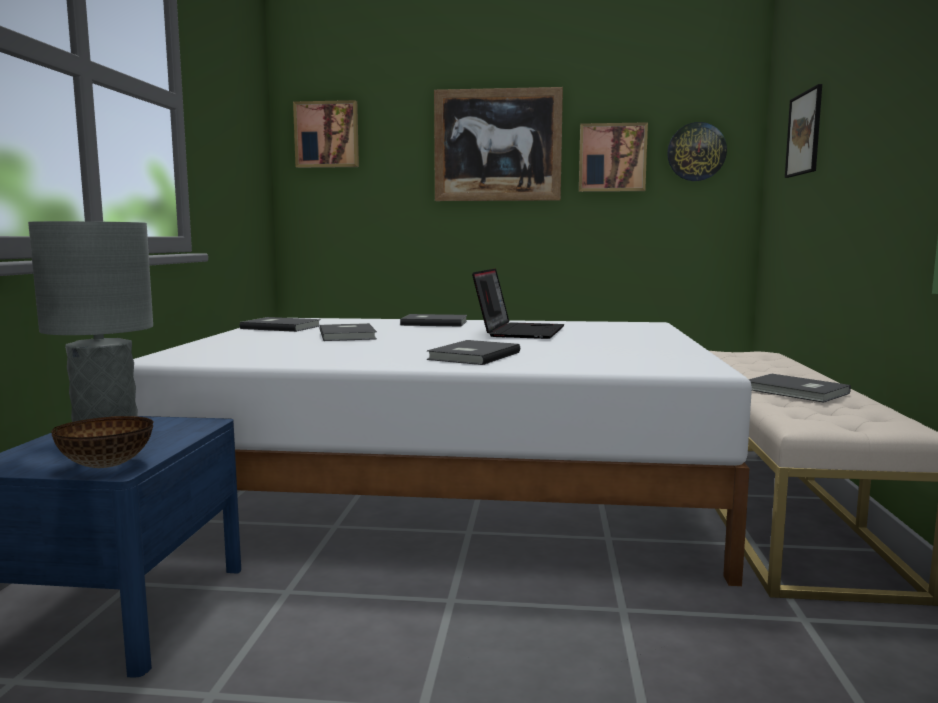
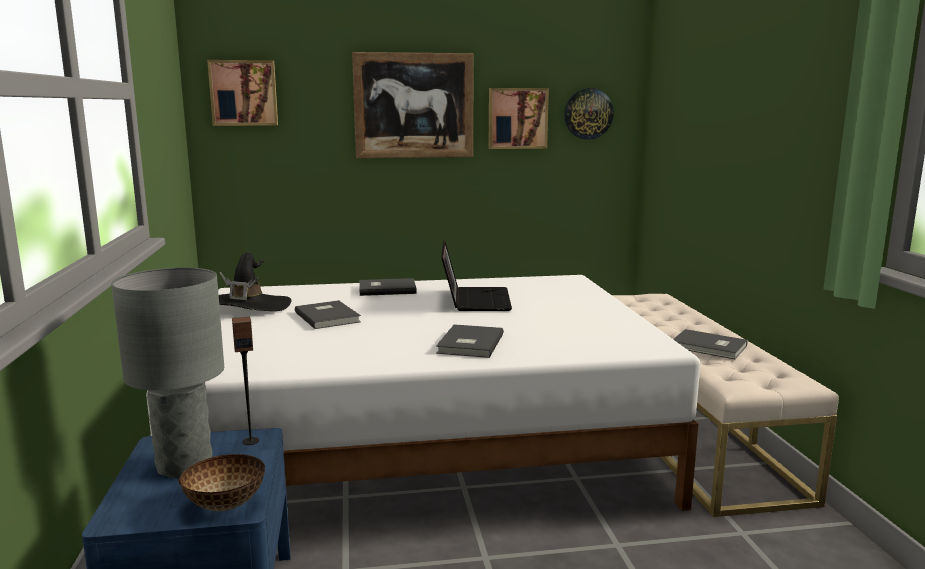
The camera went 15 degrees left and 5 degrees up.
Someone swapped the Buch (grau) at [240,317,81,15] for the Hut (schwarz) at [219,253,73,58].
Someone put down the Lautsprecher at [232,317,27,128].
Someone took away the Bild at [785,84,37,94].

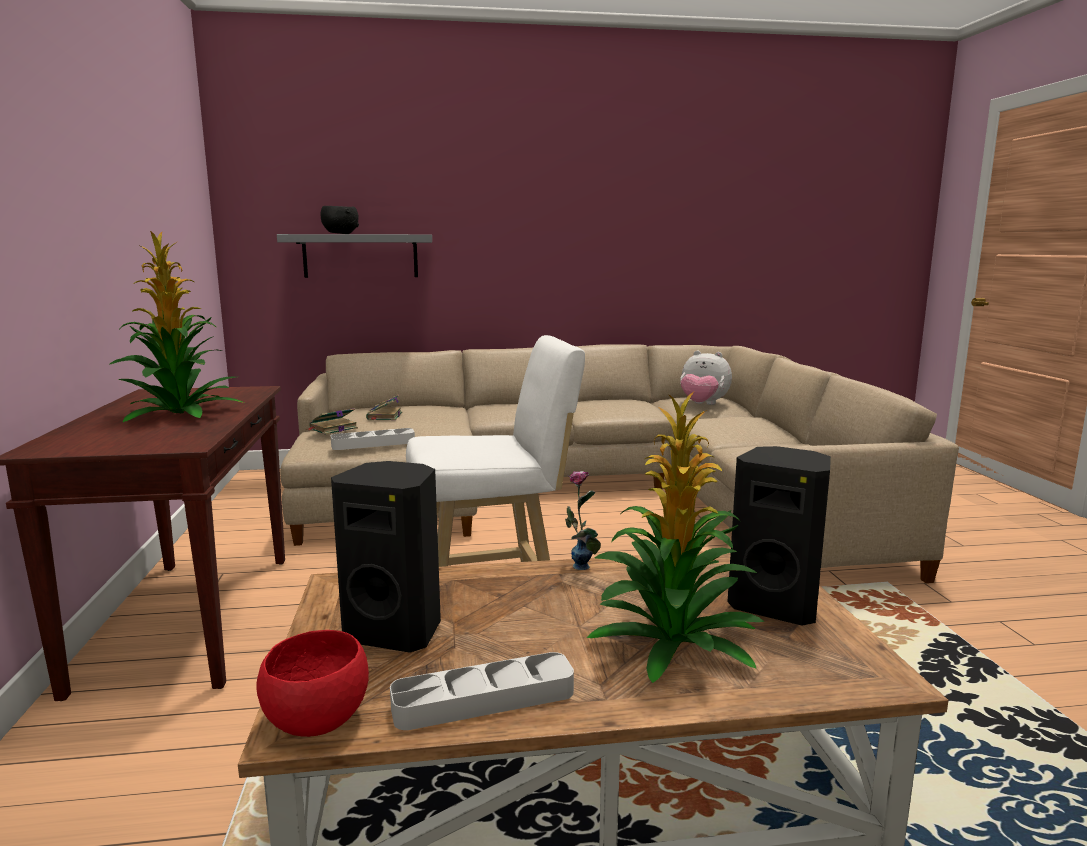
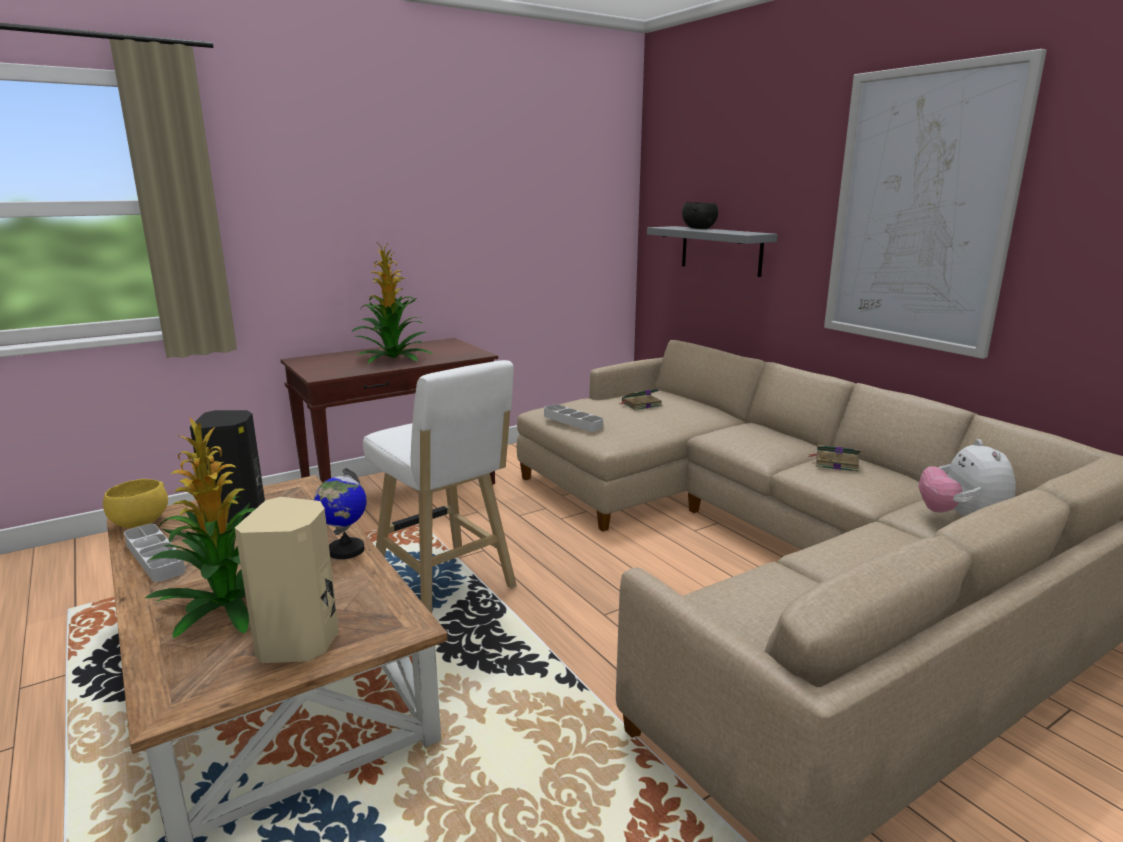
The camera went 65 degrees right and 5 degrees up.
Someone repainted the Schüssel (rot) at [256,630,113,107], which became the Schüssel (gelb) at [103,479,65,49].
Someone repainted the Lautsprecher (schwarz) at [727,446,104,180], which became the Lautsprecher (beige) at [235,497,104,166].
Someone swapped the Vase at [565,471,36,99] for the Globus at [314,468,53,91].
Someone carried the Buch from [306,408,52,27] to [808,445,53,27].
Someone put up the Bild at [824,49,223,310].

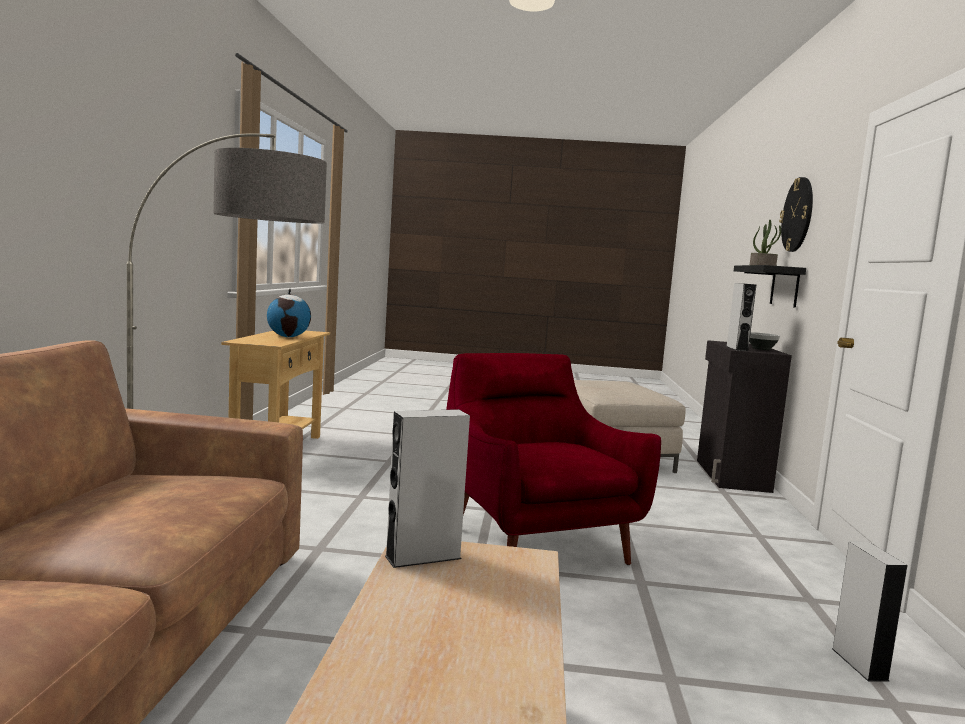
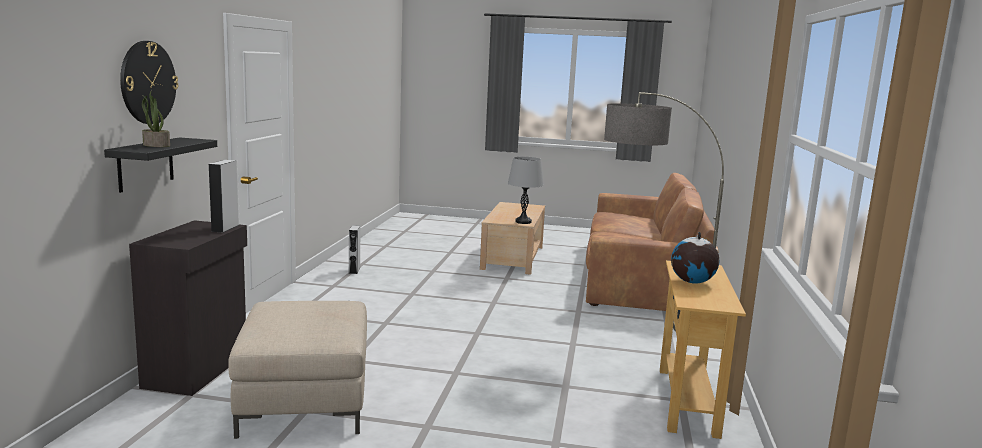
The camera went 175 degrees left and 5 degrees up.
Someone swapped the Lautsprecher (grau) at [385,409,85,159] for the Tischlampe (grau) at [508,157,36,67].
Someone took away the Sessel (rot) at [446,353,215,212].
Someone took away the Schüssel at [750,332,30,18].

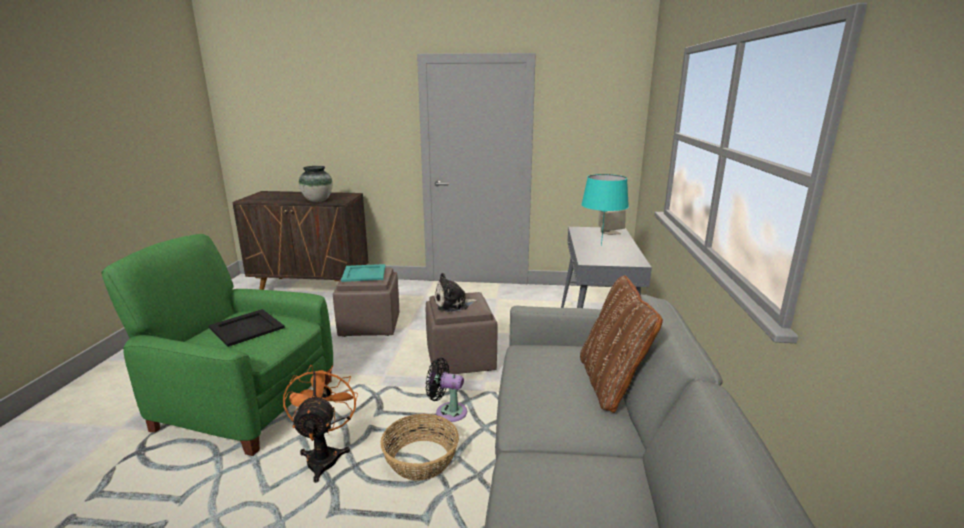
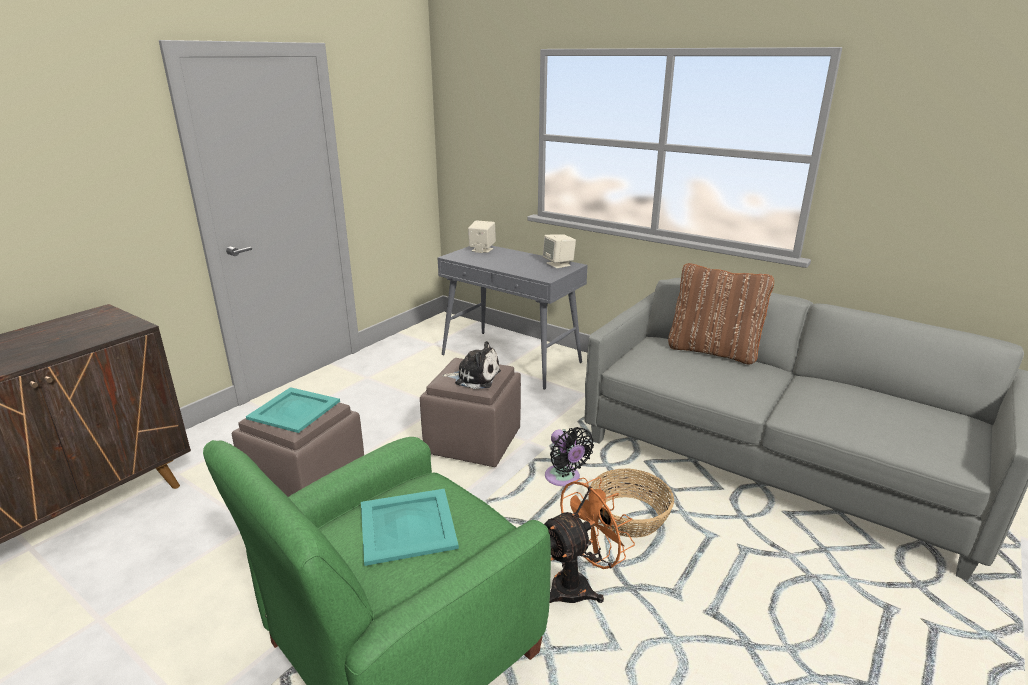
The camera went 60 degrees left and 5 degrees up.
Someone repainted the Tablett (schwarz) at [208,309,77,38], which became the Tablett (türkis) at [361,489,98,77].
Someone rotated the Plüschtier at [434,273,44,39] by 90 degrees counterclockwise.
Someone put down the Lautsprecher (beige) at [543,234,33,34].
Someone rotated the Ventilator (orange) at [283,365,75,118] by 120 degrees clockwise.
Someone rotated the Ventilator (schwarz) at [426,358,41,64] by 75 degrees counterclockwise.
Someone took away the Vase at [299,166,34,36].
Someone took away the Tischlampe (türkis) at [581,174,48,72].

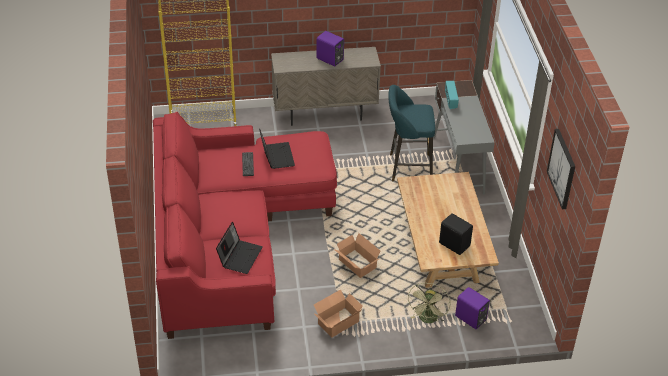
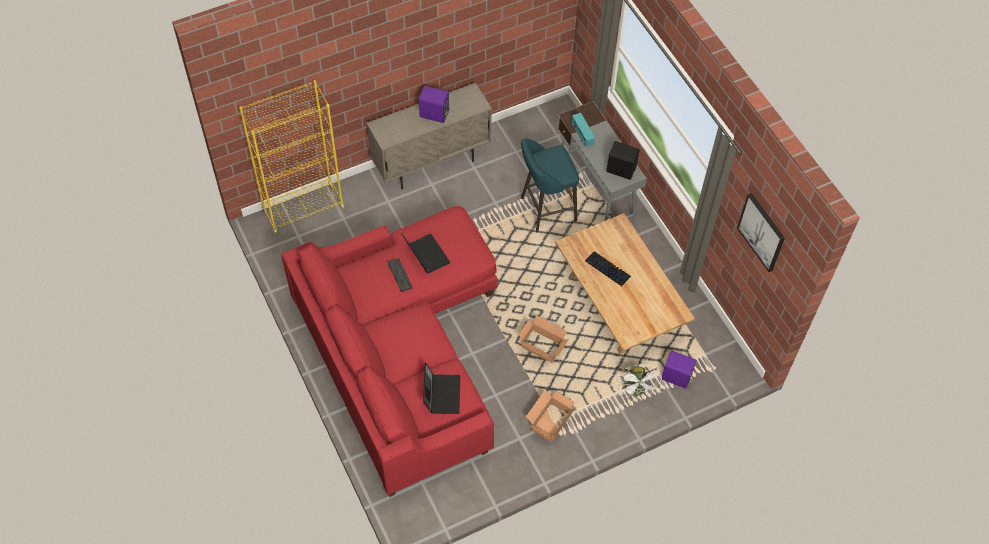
The camera went 20 degrees left and 15 degrees up.
Someone put down the Tastatur at [585,251,46,35].
Someone carried the Lautsprecher (schwarz) from [439,213,34,42] to [606,141,34,39].
Someone repainted the Ventilator (grün) at [407,283,44,40], which became the Ventilator (weiß) at [617,364,45,34].

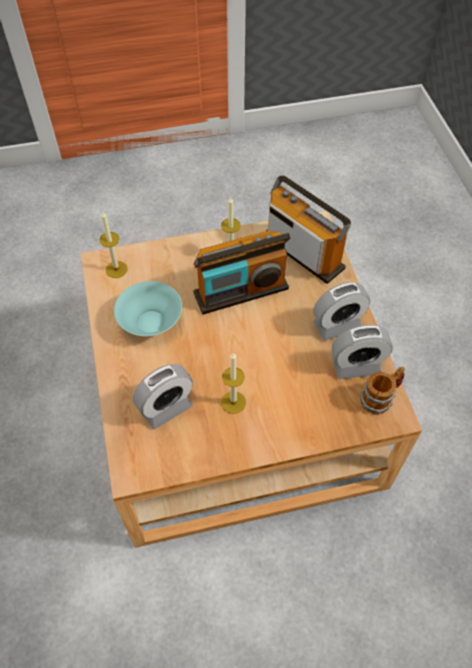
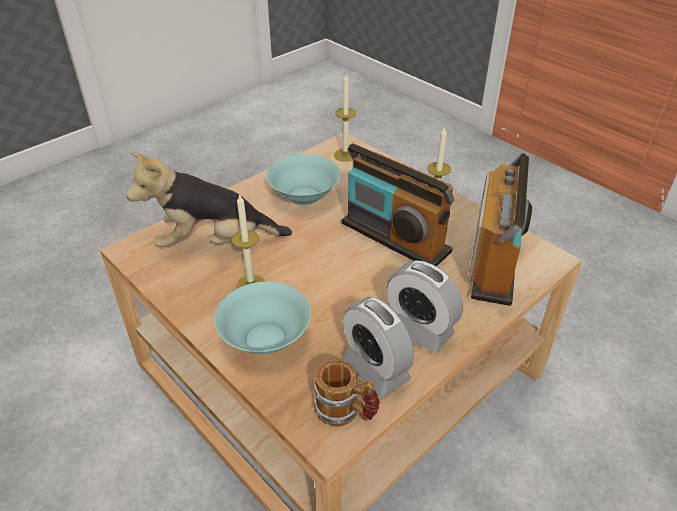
The camera went 60 degrees right and 15 degrees down.
Someone swapped the Wecker at [133,364,60,65] for the Plüschtier at [126,152,166,95].
Someone put down the Schüssel (türkis) at [214,282,97,72].

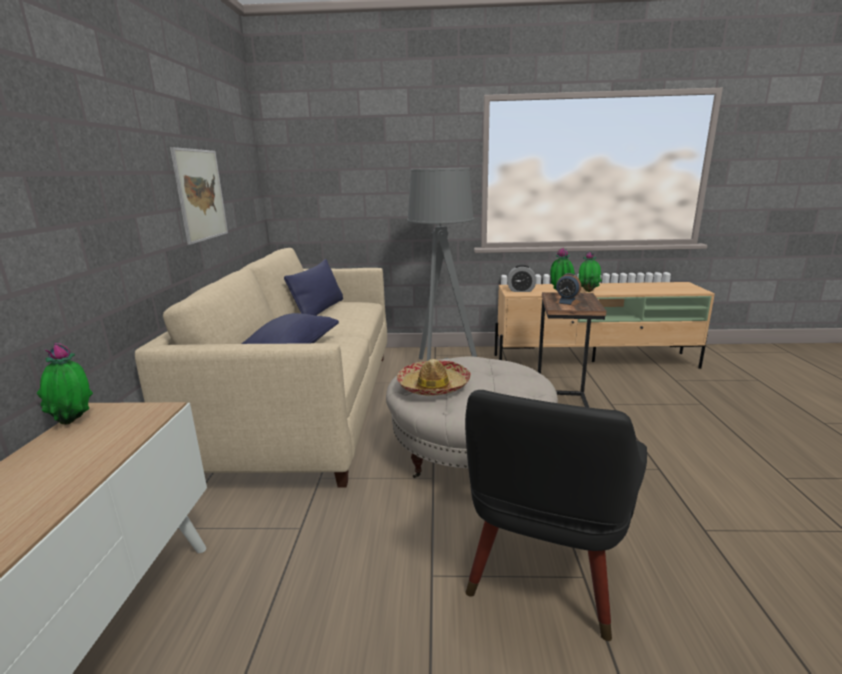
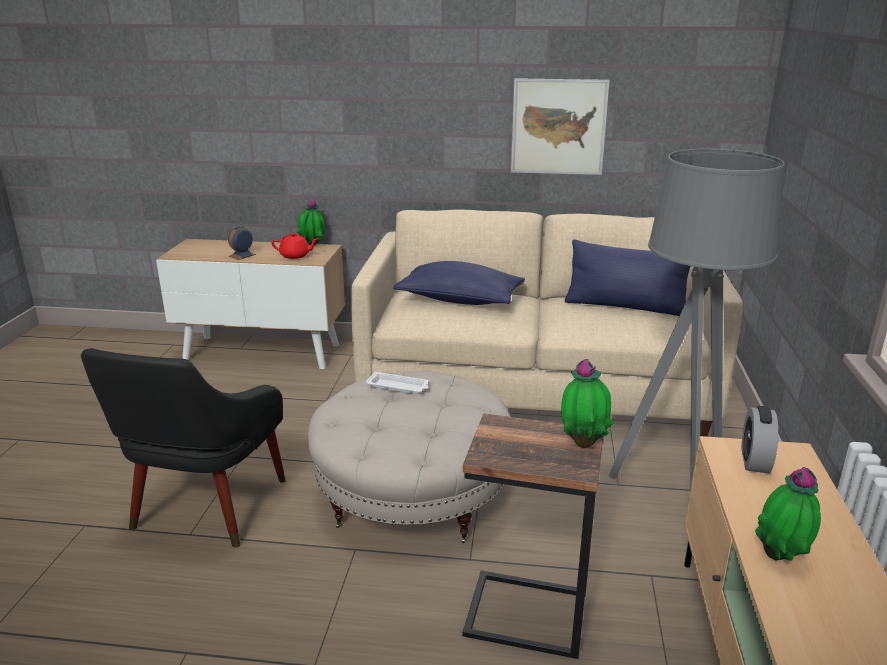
The camera went 95 degrees right and 5 degrees up.
Someone rotated the Sessel (schwarz) at [465,390,182,251] by 105 degrees counterclockwise.
Someone carried the Wecker from [555,273,26,33] to [228,226,28,34].
Someone put down the Teekanne (rot) at [271,233,48,26].
Someone swapped the Hut at [397,359,74,37] for the Tablett (weiß) at [366,371,63,23].

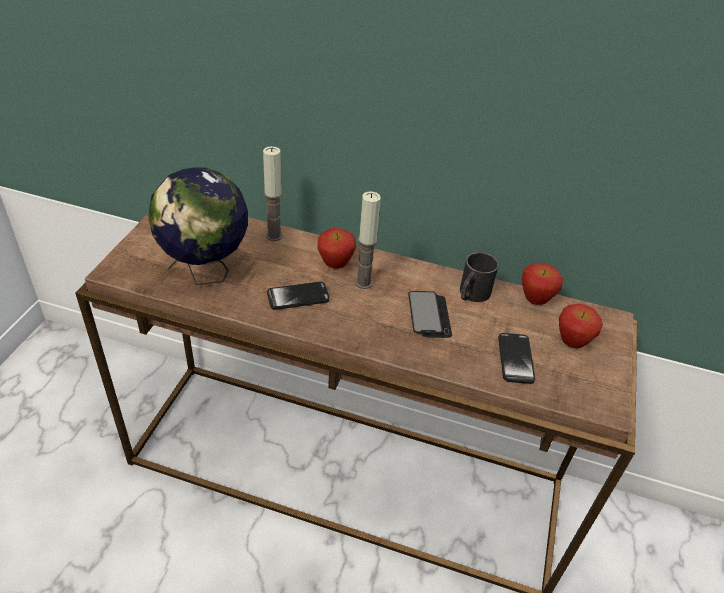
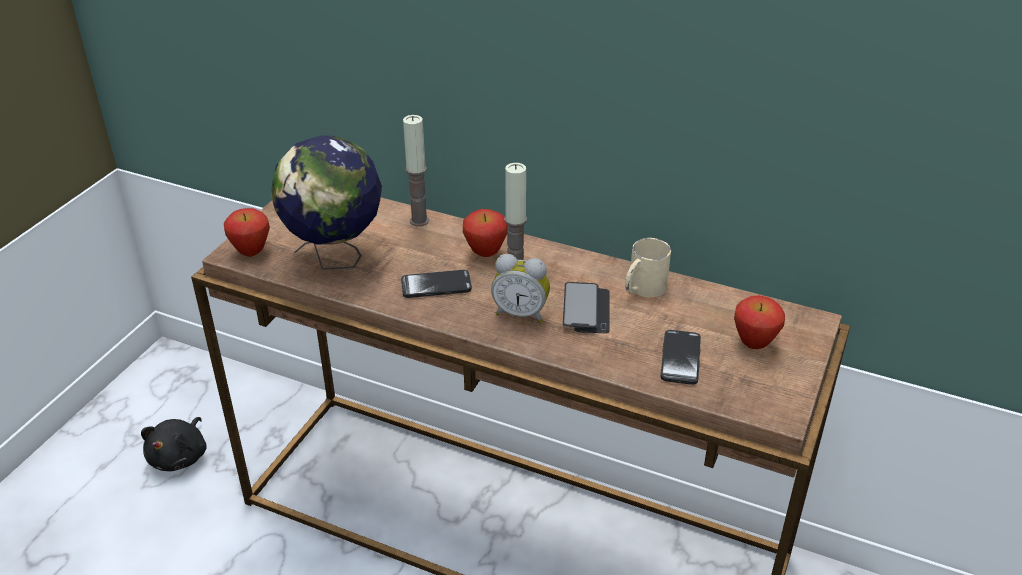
The camera went 10 degrees right and 5 degrees down.
Someone put down the Plüschtier (schwarz) at [141,417,66,54].
Someone carried the Apfel from [522,263,41,42] to [224,208,46,49].
Someone put down the Wecker at [491,254,59,69].
Someone repainted the Henkelbecher (schwarz) at [460,252,39,50], which became the Henkelbecher (beige) at [625,238,46,59].

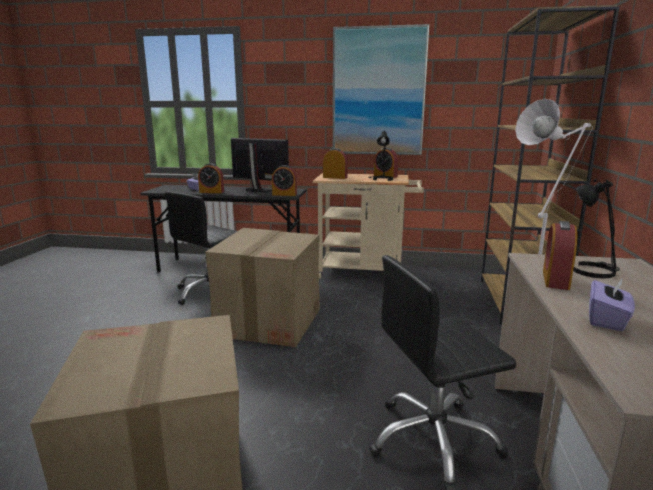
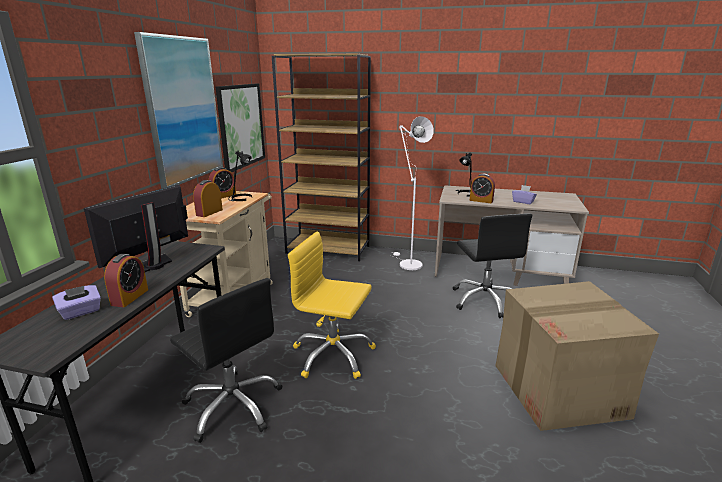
The camera went 85 degrees left and 5 degrees up.
Someone put up the Bild at [216,84,49,88].
Someone swapped the Karton at [205,228,115,119] for the Bürostuhl (gelb) at [288,231,88,148].
Someone took away the Wecker at [272,165,25,31].

